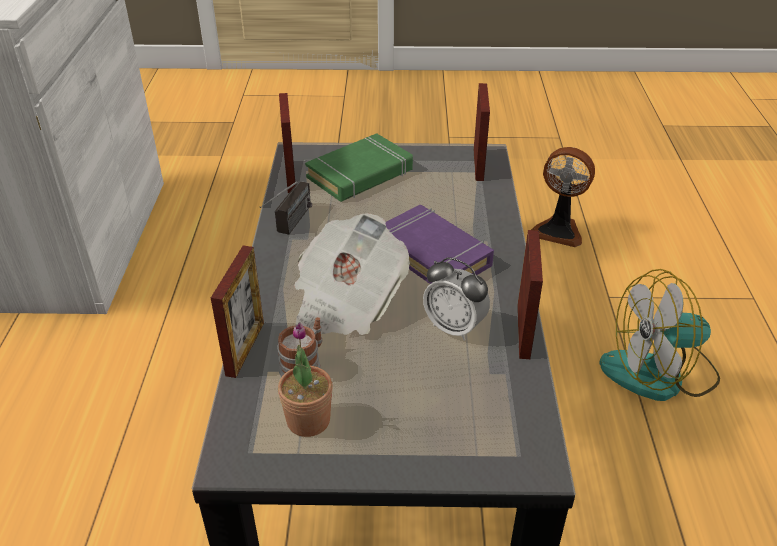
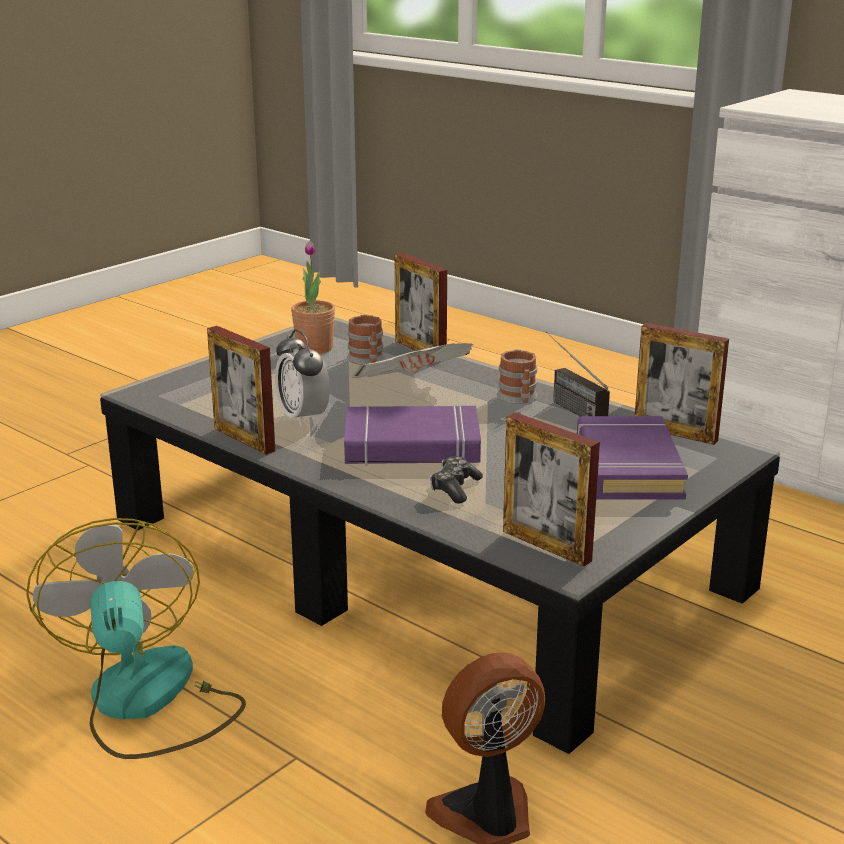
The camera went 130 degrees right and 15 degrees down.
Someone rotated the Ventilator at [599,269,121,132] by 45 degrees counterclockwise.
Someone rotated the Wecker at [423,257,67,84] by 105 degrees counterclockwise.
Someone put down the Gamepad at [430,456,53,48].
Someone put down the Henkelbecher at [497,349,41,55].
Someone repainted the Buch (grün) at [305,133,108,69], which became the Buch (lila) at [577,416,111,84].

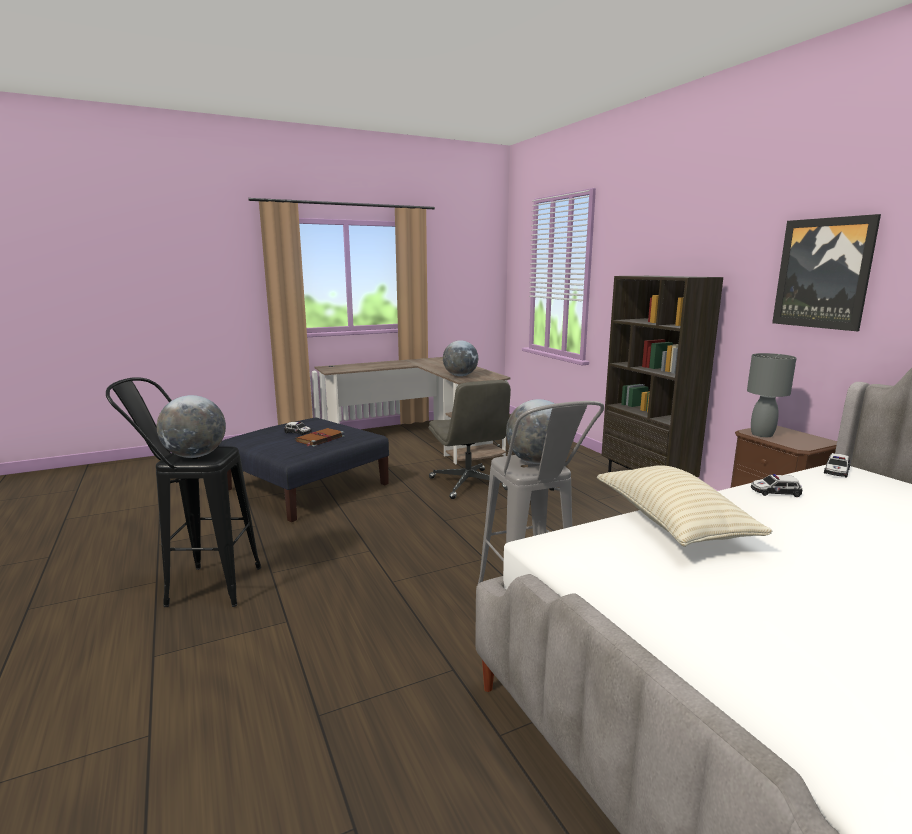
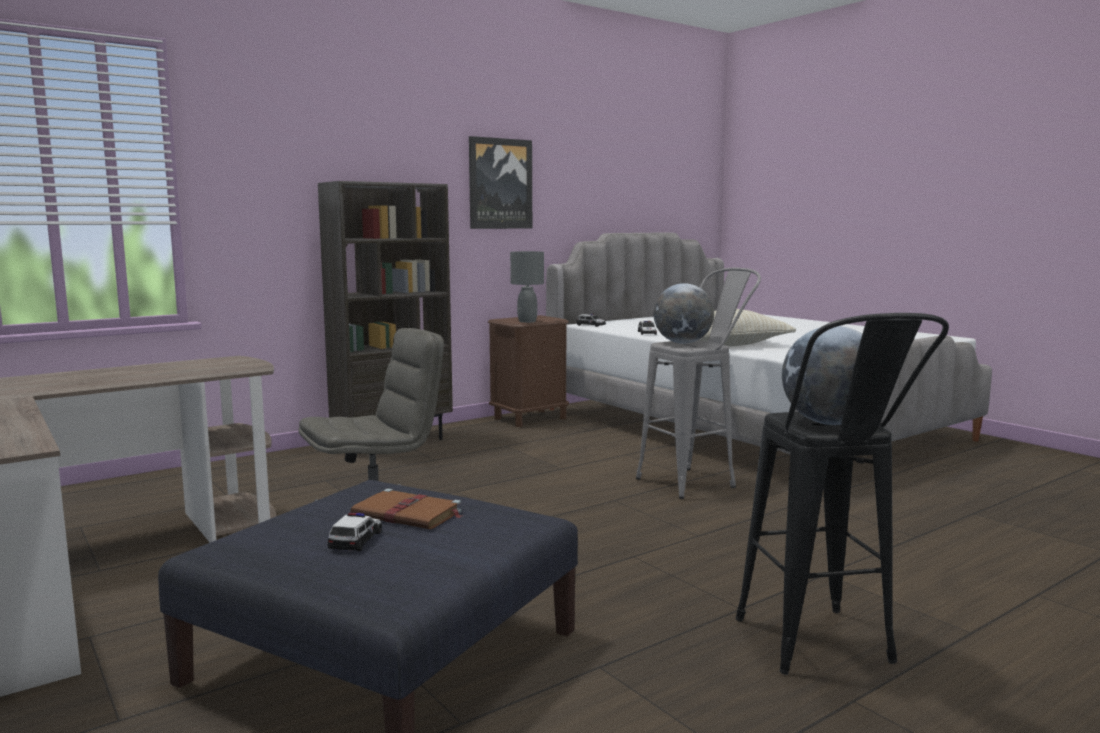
The camera went 100 degrees left and 5 degrees down.
Someone took away the Globus at [443,340,35,36].

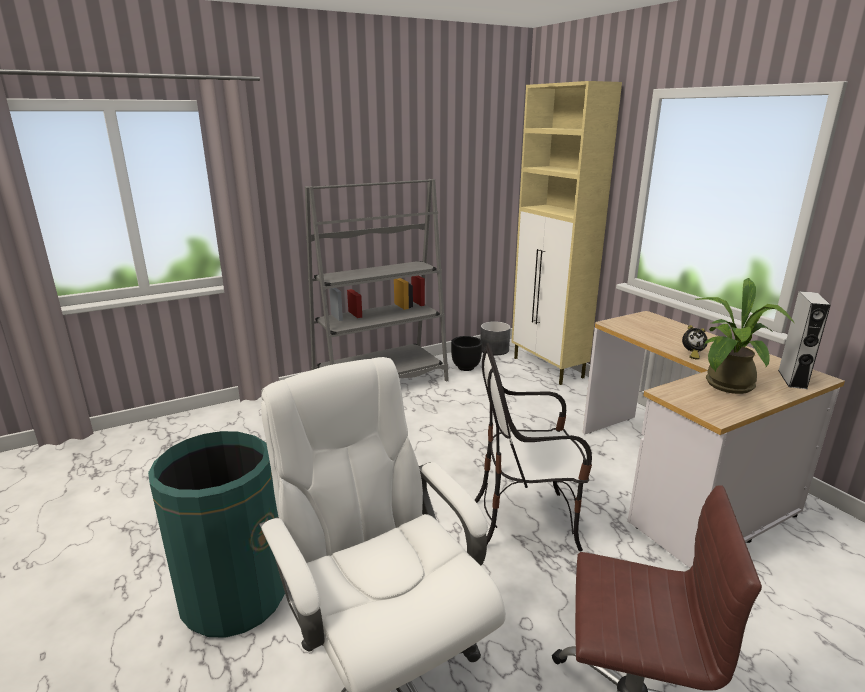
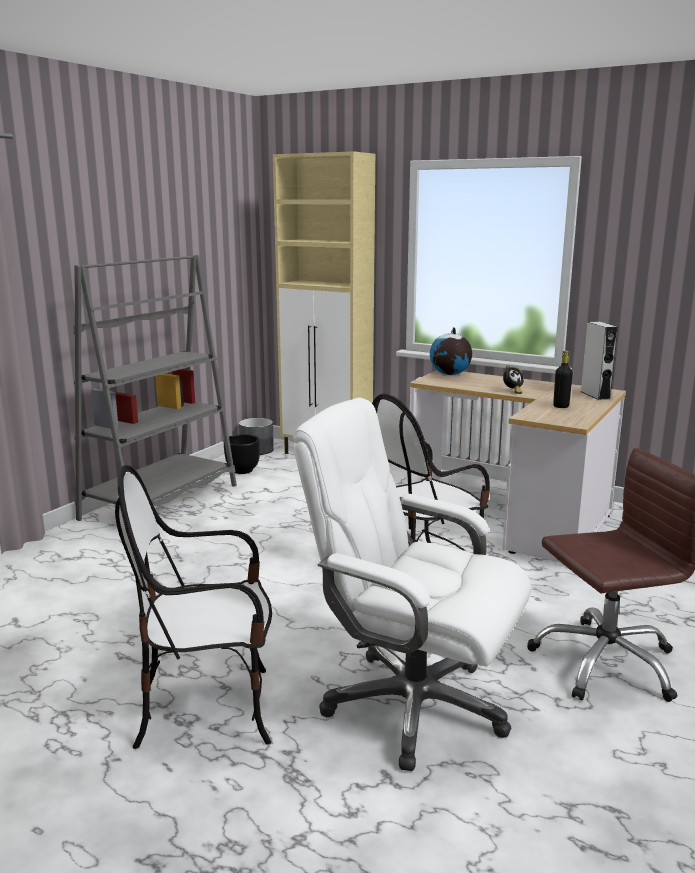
The camera went 30 degrees left and 5 degrees down.
Someone swapped the Mülleimer (grün) at [148,431,137,207] for the Stuhl at [115,465,157,284].
Someone put down the Globus at [430,327,42,48].
Someone swapped the Topfpflanze at [696,278,99,116] for the Flasche (schwarz) at [553,351,20,57].

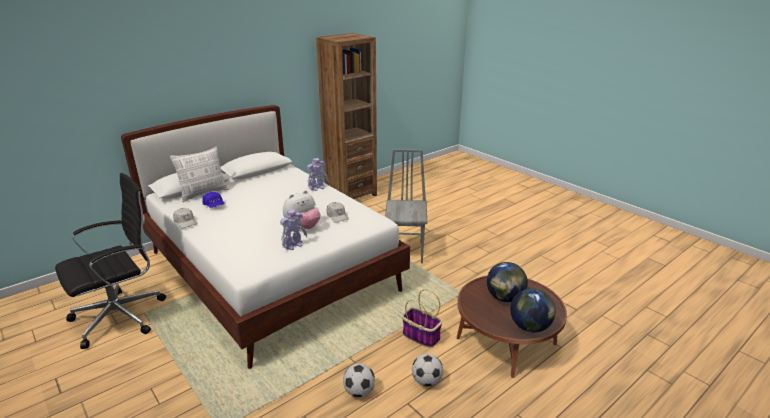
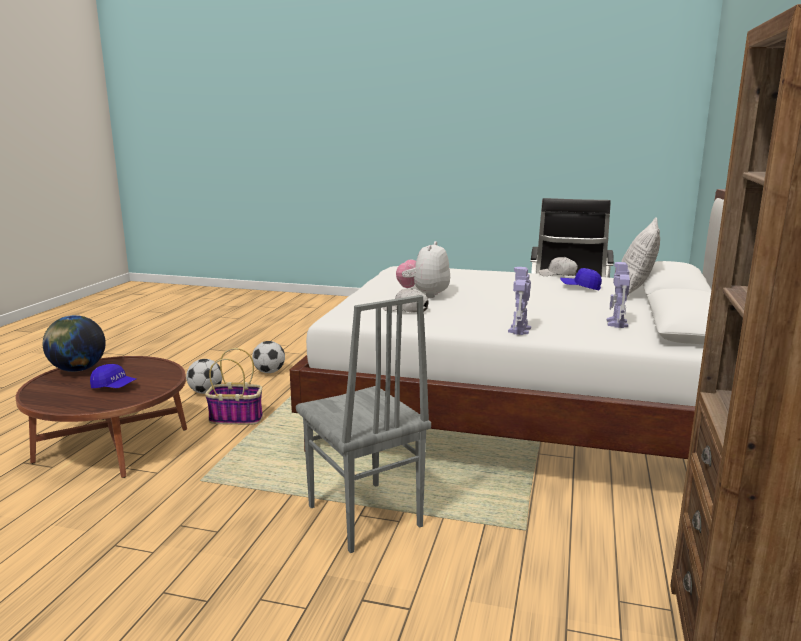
The camera went 145 degrees right and 10 degrees down.
Someone swapped the Globus at [487,262,41,40] for the Kappe (blau) at [90,364,46,24].
Someone carried the Spielzeugroboter from [280,210,27,40] to [607,262,23,66].

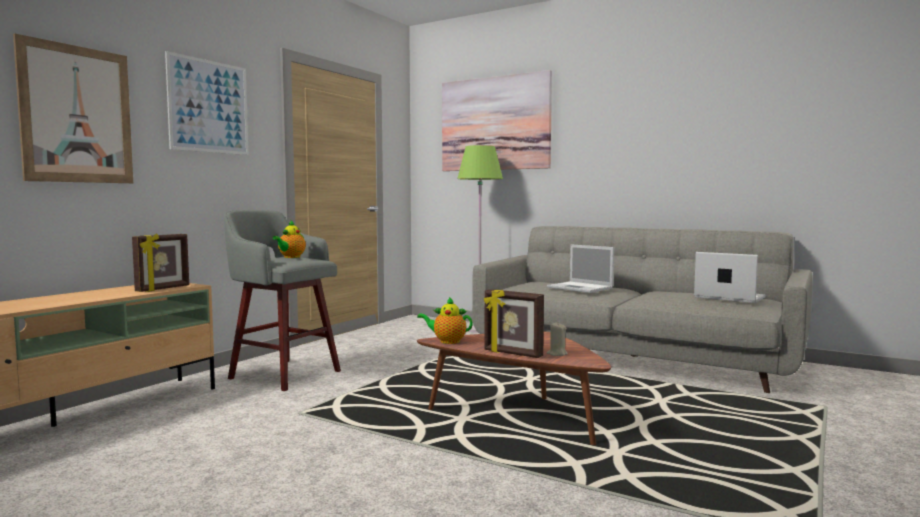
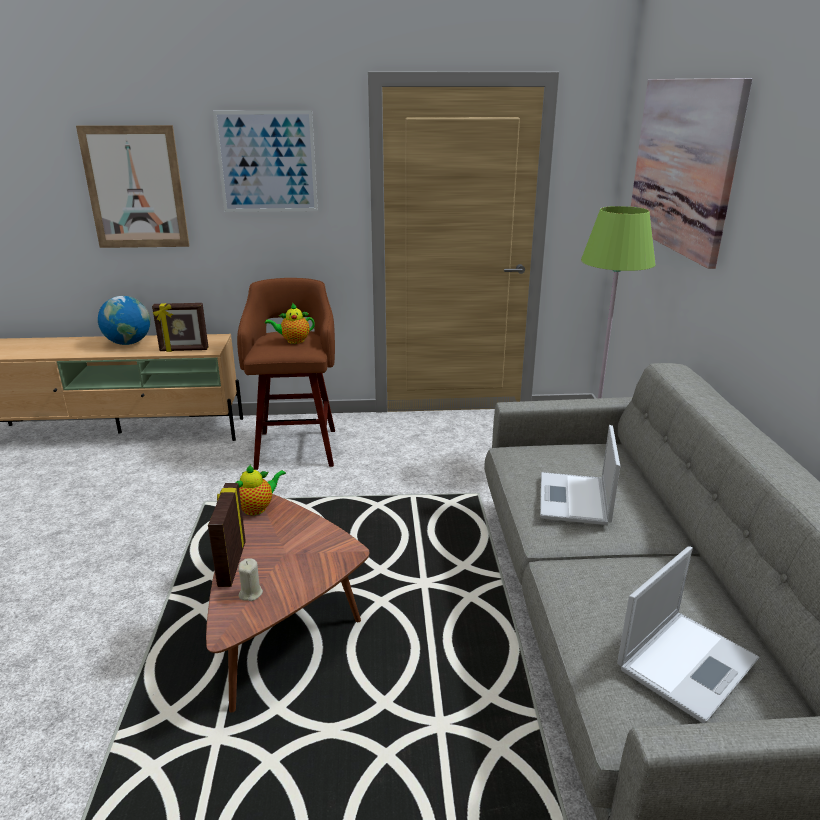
The camera went 55 degrees right and 20 degrees up.
Someone put down the Globus at [98,296,52,49].
Someone rotated the Teekanne at [417,297,56,47] by 75 degrees clockwise.
Someone repainted the Hocker (grau) at [224,210,117,181], which became the Hocker (braun) at [237,278,98,192].
Someone rotated the Laptop at [694,252,72,51] by 45 degrees clockwise.

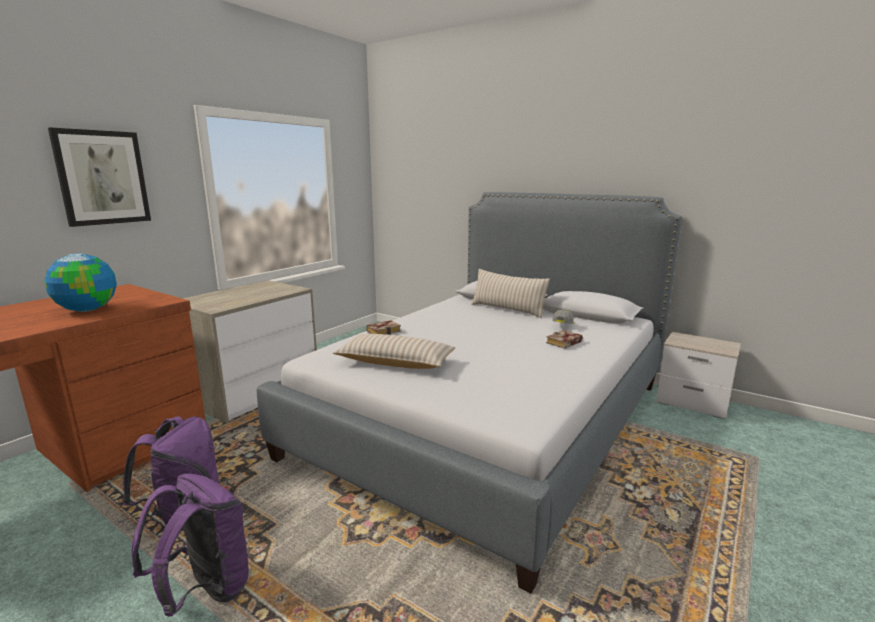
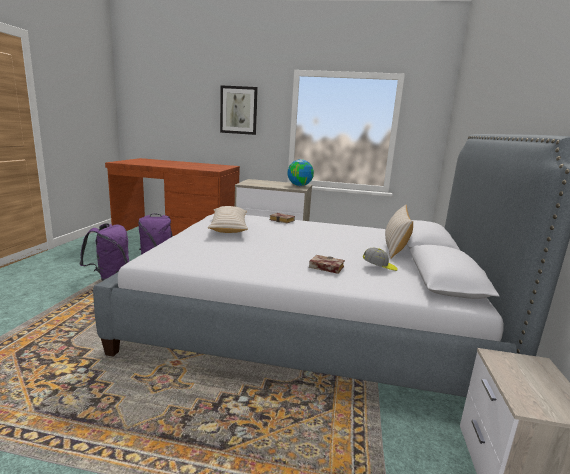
The camera went 65 degrees right and 0 degrees up.
Someone carried the Globus from [44,253,73,59] to [287,159,27,27].

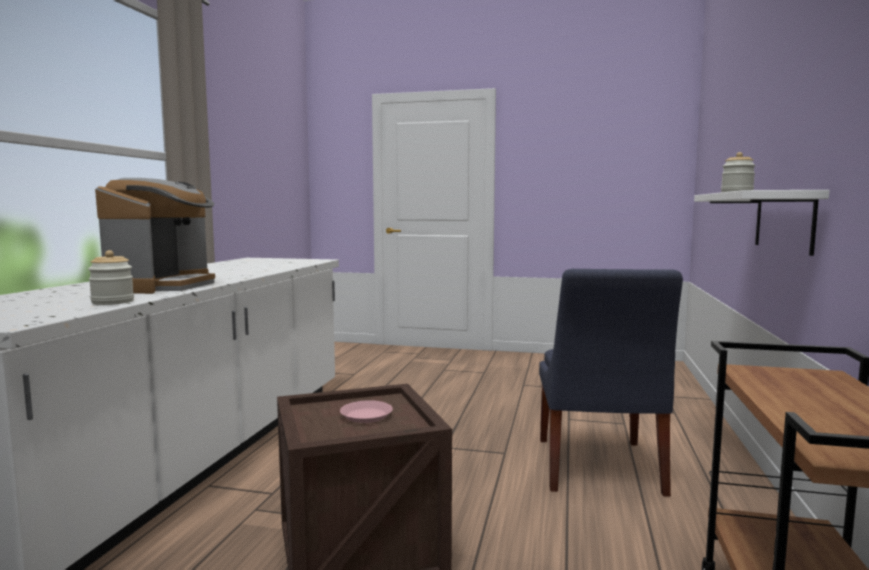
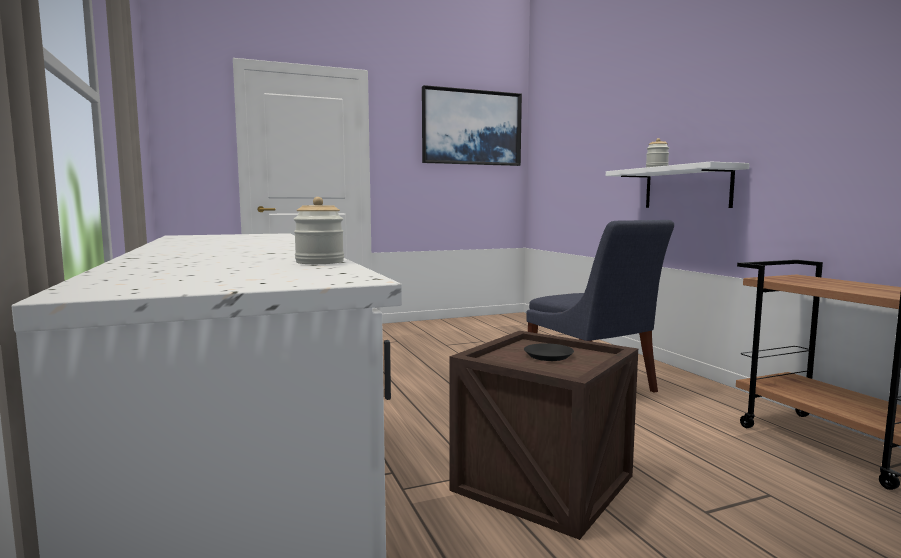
The camera went 35 degrees left and 0 degrees up.
Someone put up the Bild at [422,85,100,81].
Someone repainted the Teller (rosa) at [340,400,53,23], which became the Teller (schwarz) at [524,343,50,18].
Someone took away the Kaffeemaschine at [95,178,120,116].

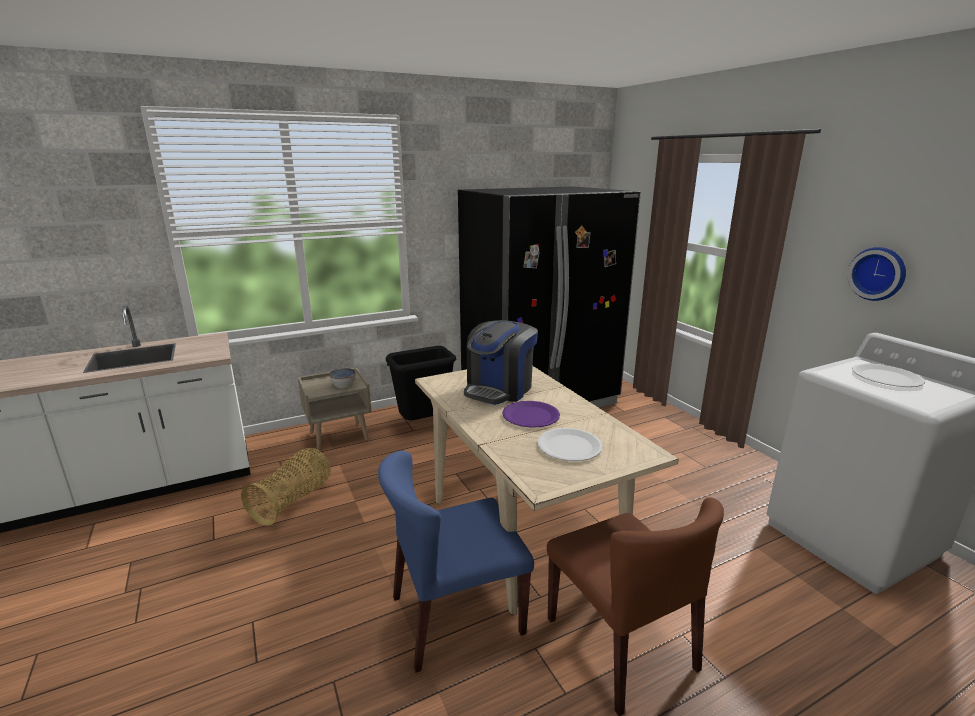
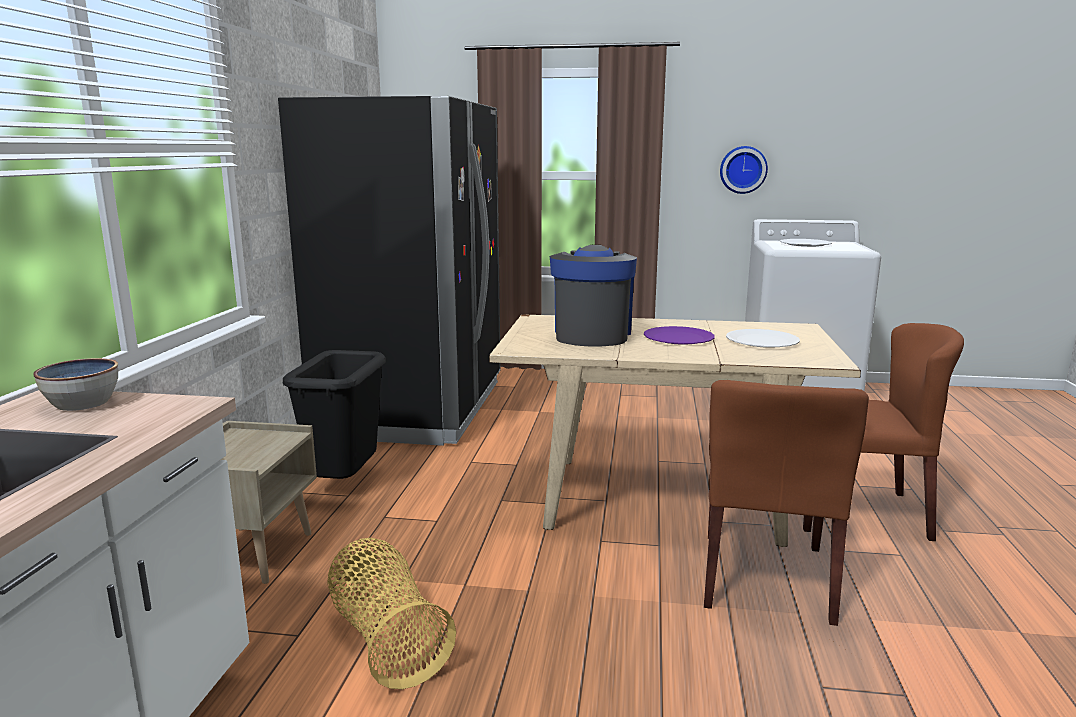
The camera went 55 degrees left and 5 degrees down.
Someone carried the Schüssel from [329,368,27,20] to [33,358,85,53].
Someone rotated the Kaffeemaschine at [464,320,74,85] by 150 degrees counterclockwise.
Someone repainted the Stuhl (blau) at [378,451,156,222], which became the Stuhl (braun) at [704,380,165,246].

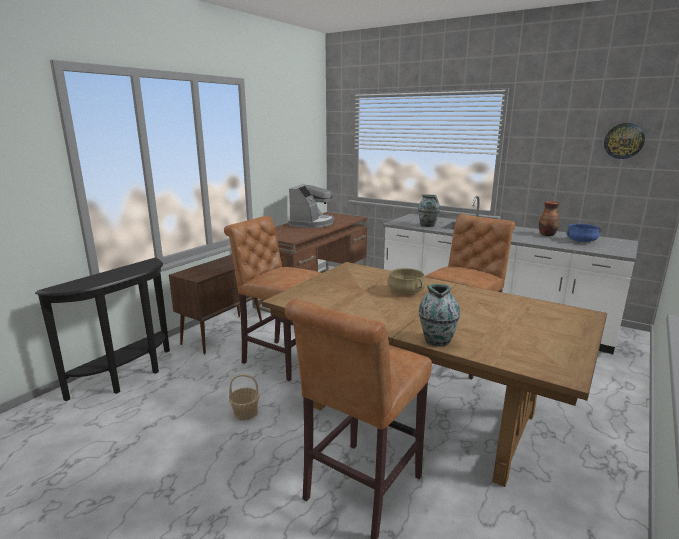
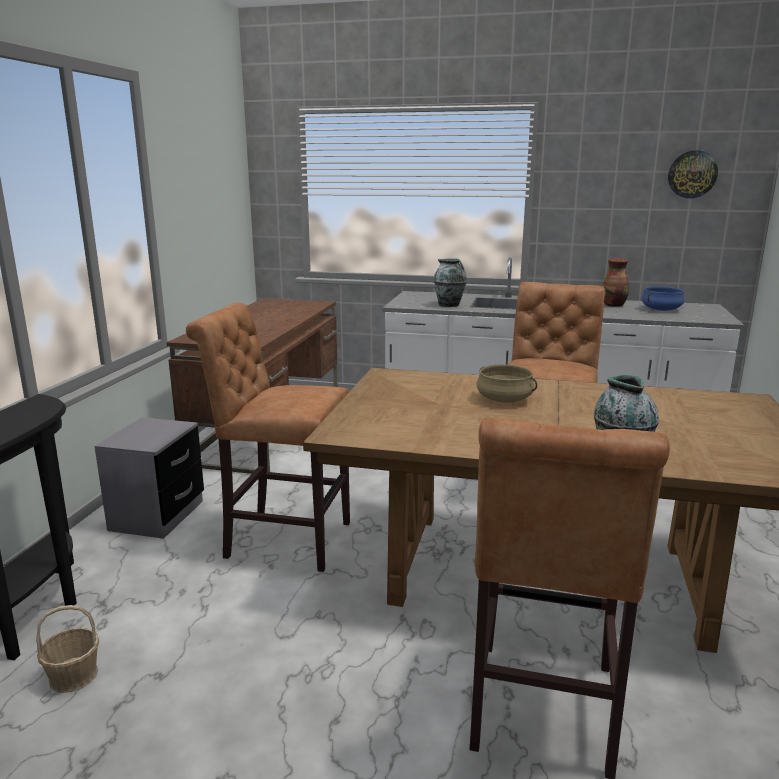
The camera went 20 degrees left and 0 degrees up.
Someone carried the Korb from [229,374,31,47] to [36,605,63,88].
Someone swapped the Schrank (braun) at [169,254,93,100] for the Nachttisch (grau) at [94,417,110,122].
Someone took away the Kaffeemaschine at [288,184,46,44].

